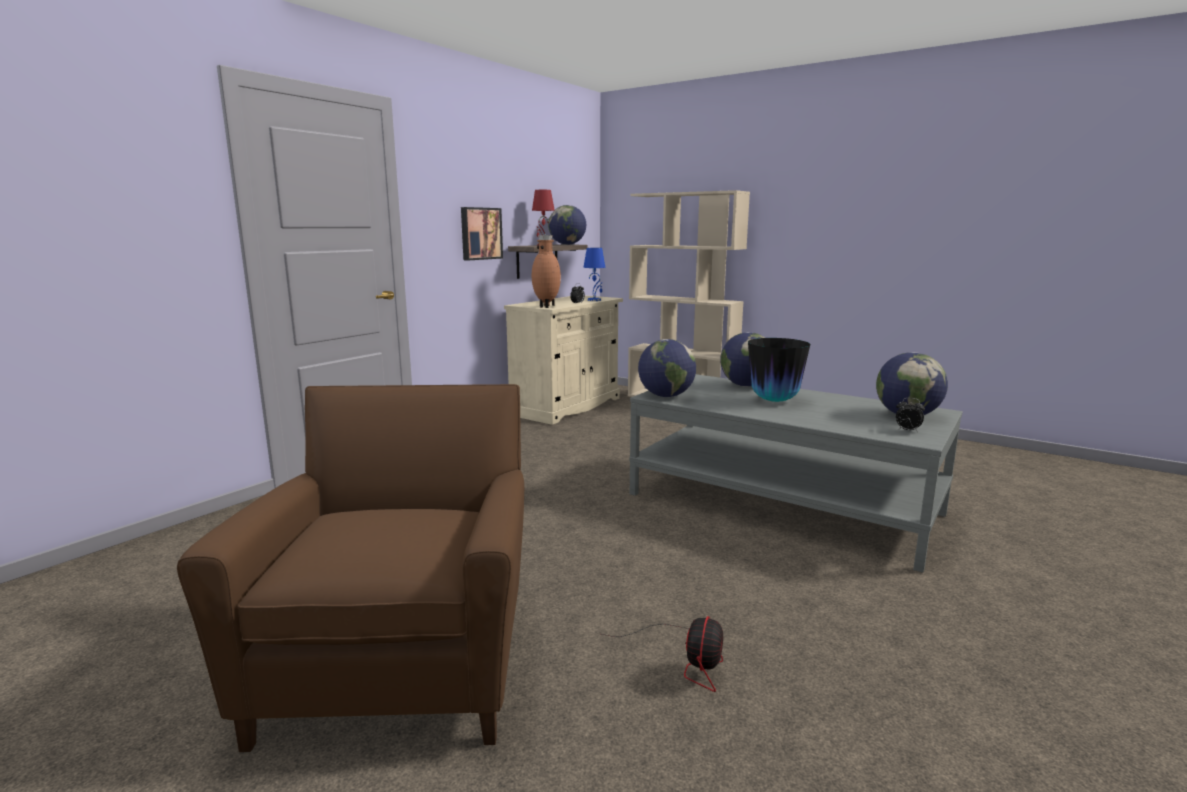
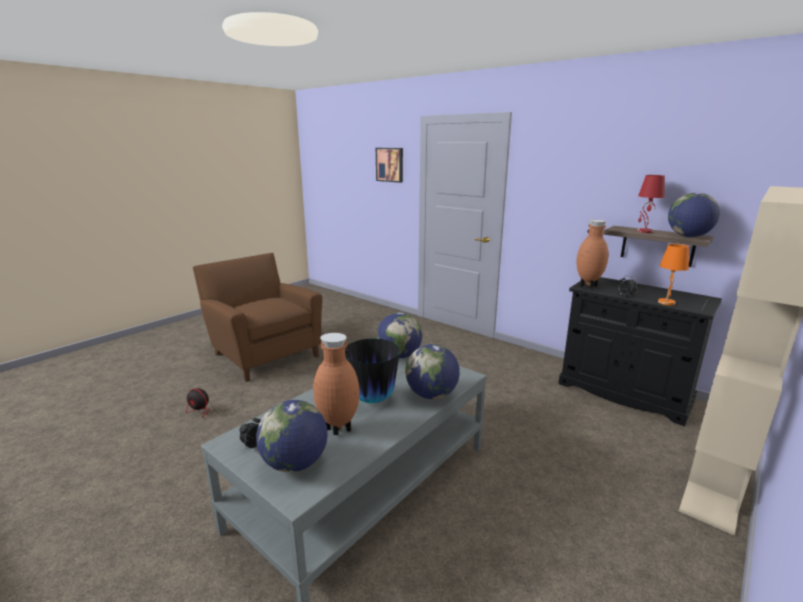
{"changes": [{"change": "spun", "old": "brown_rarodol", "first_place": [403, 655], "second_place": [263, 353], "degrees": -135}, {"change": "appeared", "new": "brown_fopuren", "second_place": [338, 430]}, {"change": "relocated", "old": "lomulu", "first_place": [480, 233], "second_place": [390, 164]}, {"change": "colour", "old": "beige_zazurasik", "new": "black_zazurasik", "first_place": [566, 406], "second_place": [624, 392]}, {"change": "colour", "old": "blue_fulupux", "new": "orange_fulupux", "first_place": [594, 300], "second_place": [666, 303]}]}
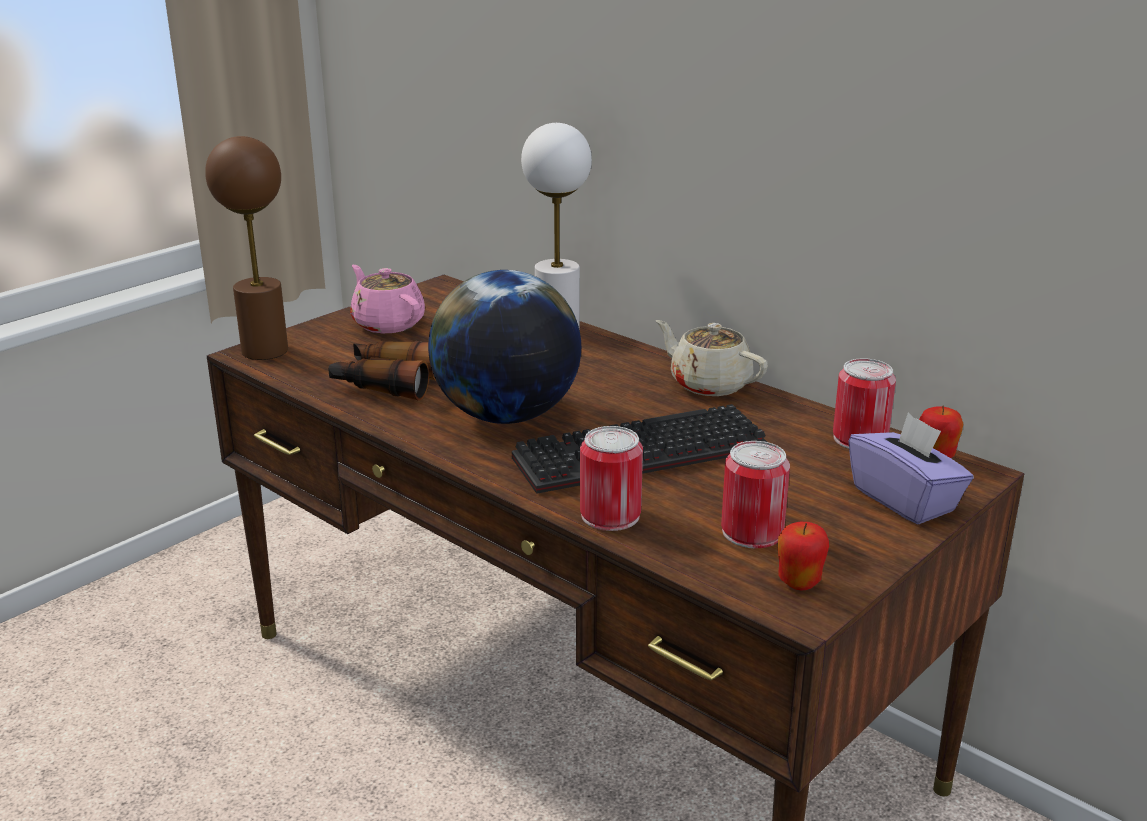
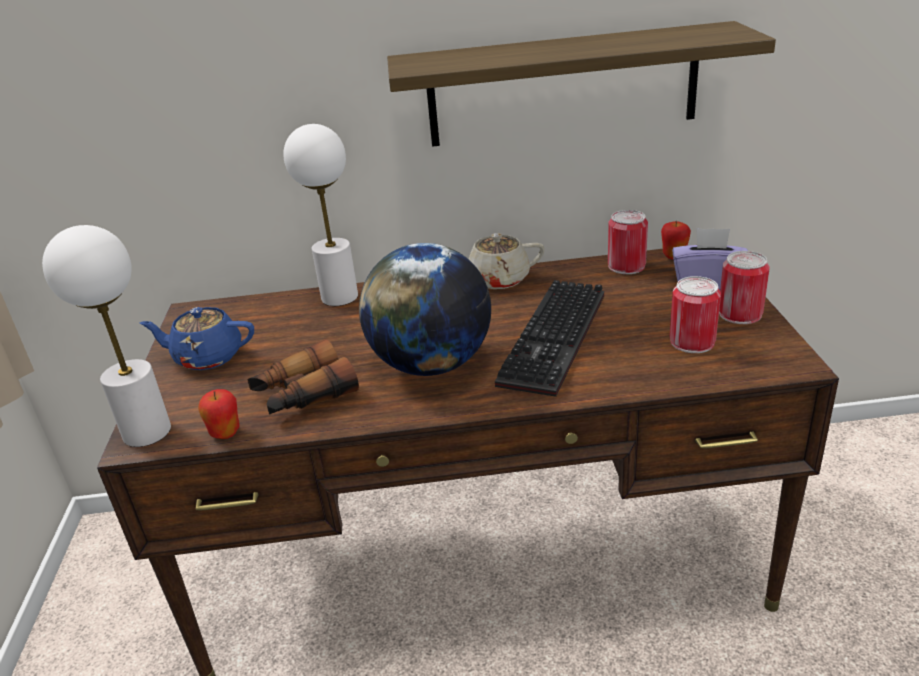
{"changes": [{"change": "colour", "old": "brown_fulupux", "new": "white_fulupux", "first_place": [264, 350], "second_place": [146, 432]}, {"change": "colour", "old": "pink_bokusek", "new": "blue_bokusek", "first_place": [387, 323], "second_place": [207, 357]}, {"change": "relocated", "old": "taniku", "first_place": [799, 582], "second_place": [225, 433]}, {"change": "appeared", "new": "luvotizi", "second_place": [563, 86]}, {"change": "relocated", "old": "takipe", "first_place": [610, 515], "second_place": [740, 313]}]}
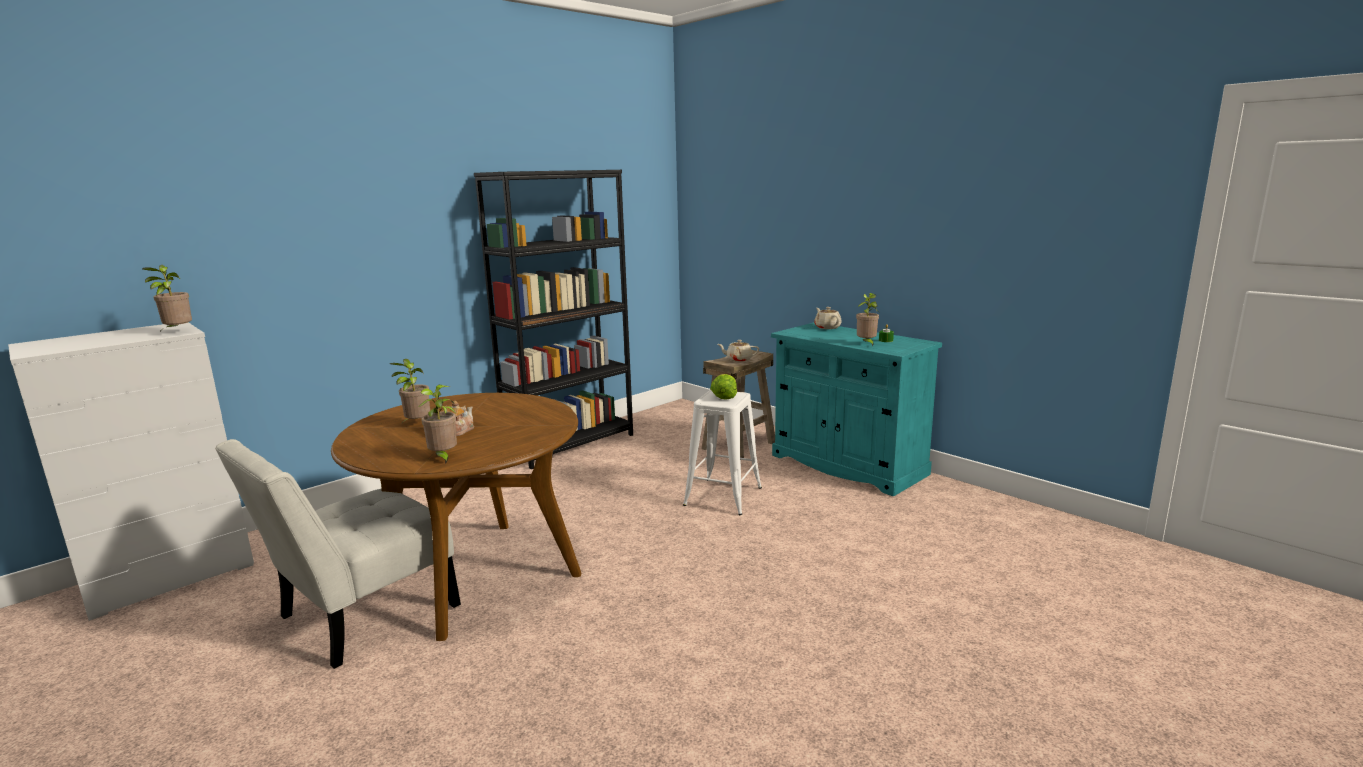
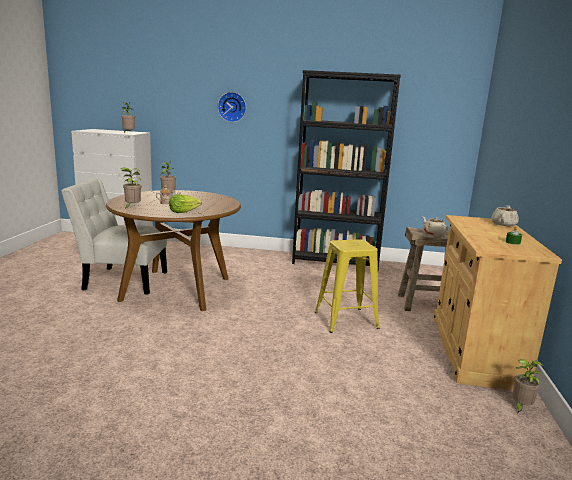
{"changes": [{"change": "relocated", "old": "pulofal", "first_place": [724, 396], "second_place": [183, 212]}, {"change": "appeared", "new": "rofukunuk", "second_place": [232, 107]}, {"change": "colour", "old": "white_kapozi", "new": "yellow_kapozi", "first_place": [723, 496], "second_place": [346, 320]}, {"change": "colour", "old": "turquoise_zazurasik", "new": "beige_zazurasik", "first_place": [847, 465], "second_place": [474, 350]}, {"change": "relocated", "old": "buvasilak", "first_place": [866, 344], "second_place": [520, 407]}]}
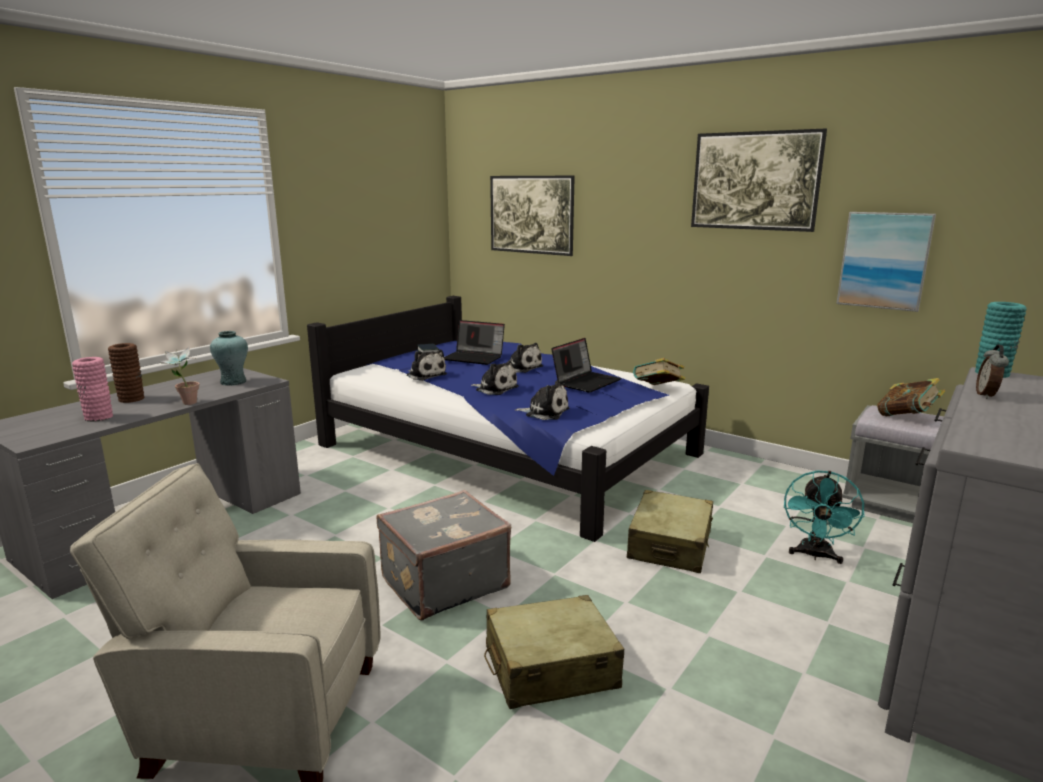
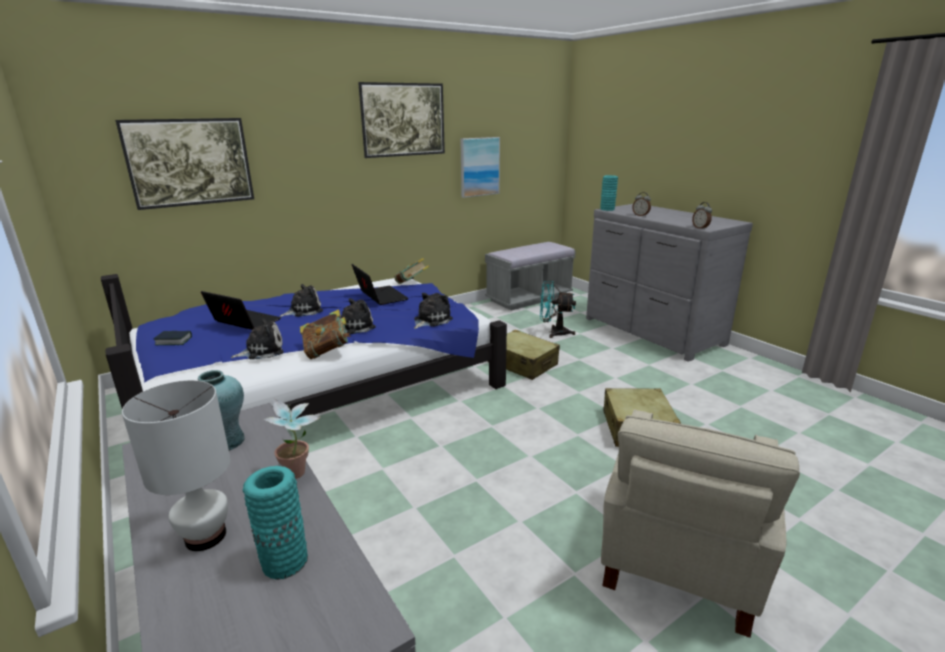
{"changes": [{"change": "exchanged", "old": "brown_fopuren", "new": "white_fulupux", "first_place": [131, 399], "second_place": [206, 536]}, {"change": "spun", "old": "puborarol", "first_place": [474, 358], "second_place": [243, 322], "degrees": -105}, {"change": "colour", "old": "pink_fopuren", "new": "turquoise_fopuren", "first_place": [98, 417], "second_place": [284, 562]}, {"change": "relocated", "old": "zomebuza", "first_place": [906, 418], "second_place": [327, 352]}, {"change": "spun", "old": "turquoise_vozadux", "first_place": [815, 555], "second_place": [553, 332], "degrees": 150}, {"change": "appeared", "new": "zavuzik", "second_place": [700, 228]}, {"change": "missing", "old": "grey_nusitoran", "first_place": [443, 582]}]}
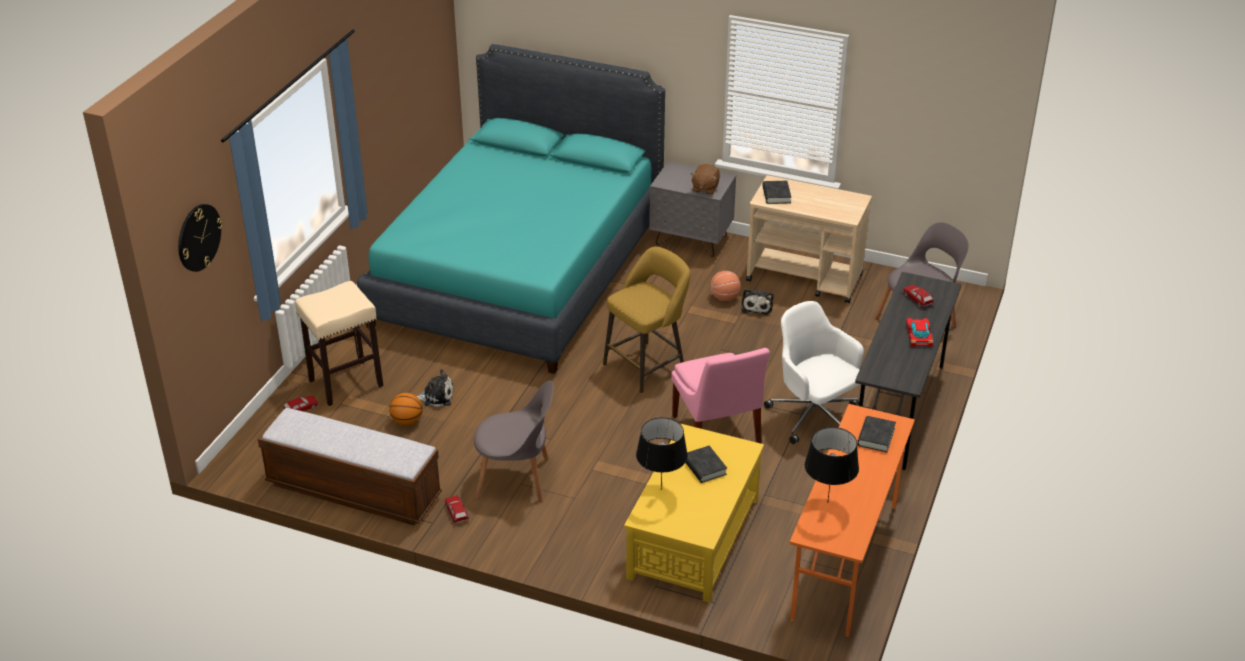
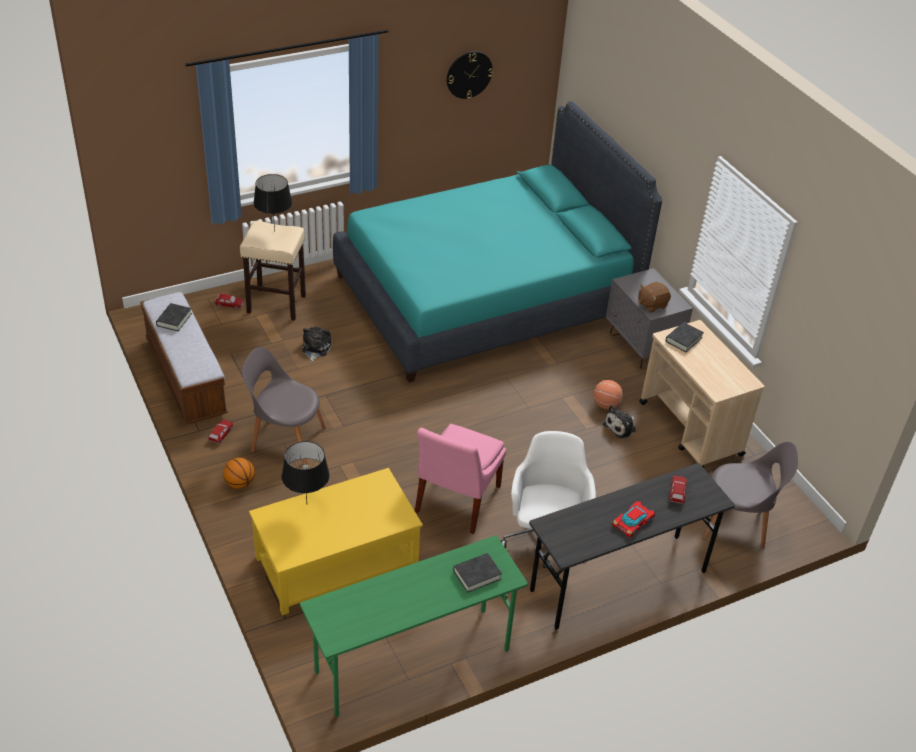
{"changes": [{"change": "relocated", "old": "black_zomebuza", "first_place": [704, 467], "second_place": [174, 319]}, {"change": "relocated", "old": "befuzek", "first_place": [407, 421], "second_place": [240, 484]}, {"change": "spun", "old": "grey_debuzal", "first_place": [516, 479], "second_place": [285, 438], "degrees": 150}, {"change": "relocated", "old": "black_fulupux", "first_place": [827, 502], "second_place": [274, 231]}, {"change": "colour", "old": "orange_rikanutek", "new": "green_rikanutek", "first_place": [845, 562], "second_place": [412, 662]}, {"change": "spun", "old": "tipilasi", "first_place": [436, 396], "second_place": [315, 348], "degrees": -120}, {"change": "relocated", "old": "rofukunuk", "first_place": [198, 237], "second_place": [469, 74]}, {"change": "missing", "old": "yellow_kapozi", "first_place": [647, 366]}]}
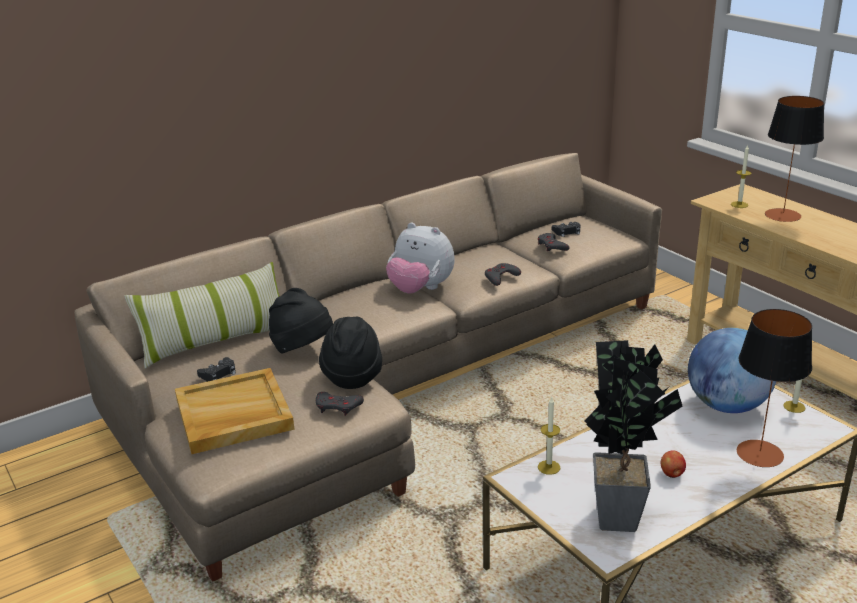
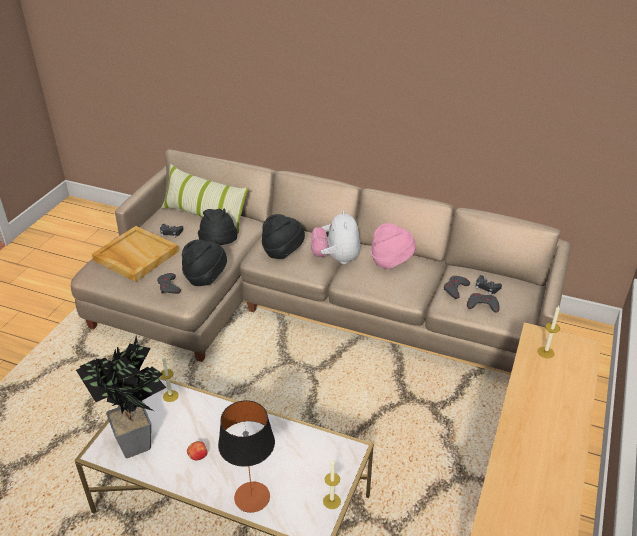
{"changes": [{"change": "appeared", "new": "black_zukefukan", "second_place": [283, 251]}, {"change": "appeared", "new": "pink_zukefukan", "second_place": [391, 262]}, {"change": "relocated", "old": "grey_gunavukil", "first_place": [501, 277], "second_place": [482, 305]}, {"change": "missing", "old": "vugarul", "first_place": [727, 405]}, {"change": "missing", "old": "fulupux", "first_place": [783, 215]}]}
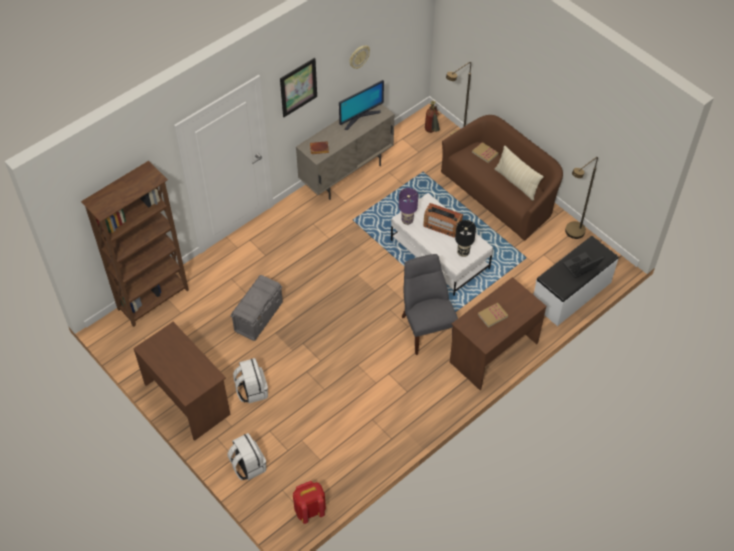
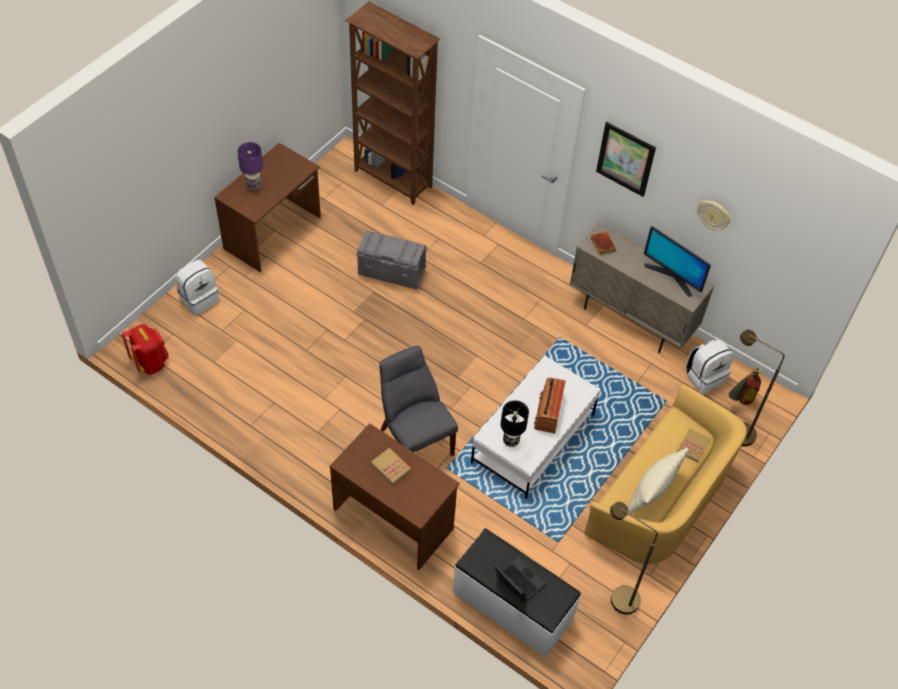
{"changes": [{"change": "relocated", "old": "purple_fulupux", "first_place": [407, 221], "second_place": [253, 185]}, {"change": "spun", "old": "grey_debuzal", "first_place": [426, 327], "second_place": [414, 439], "degrees": -90}, {"change": "colour", "old": "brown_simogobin", "new": "yellow_simogobin", "first_place": [501, 193], "second_place": [661, 498]}, {"change": "relocated", "old": "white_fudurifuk", "first_place": [251, 390], "second_place": [704, 377]}]}
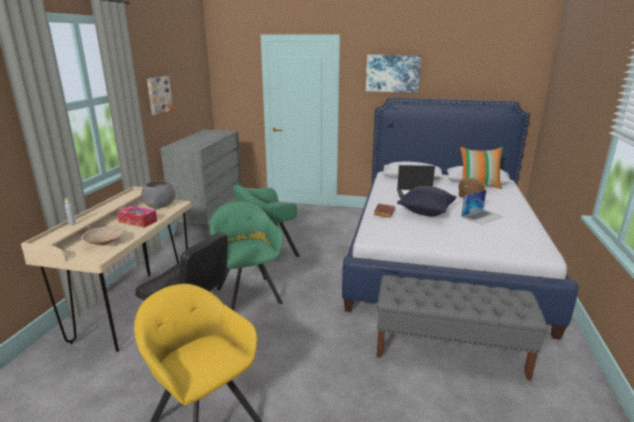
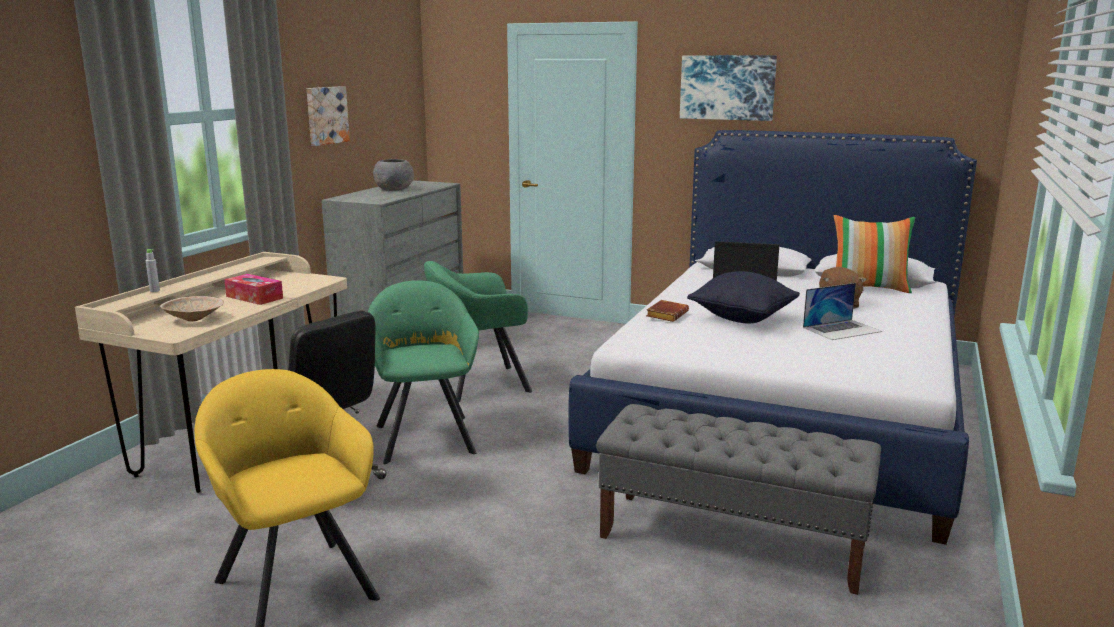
{"changes": [{"change": "relocated", "old": "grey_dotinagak", "first_place": [160, 205], "second_place": [394, 189]}]}
